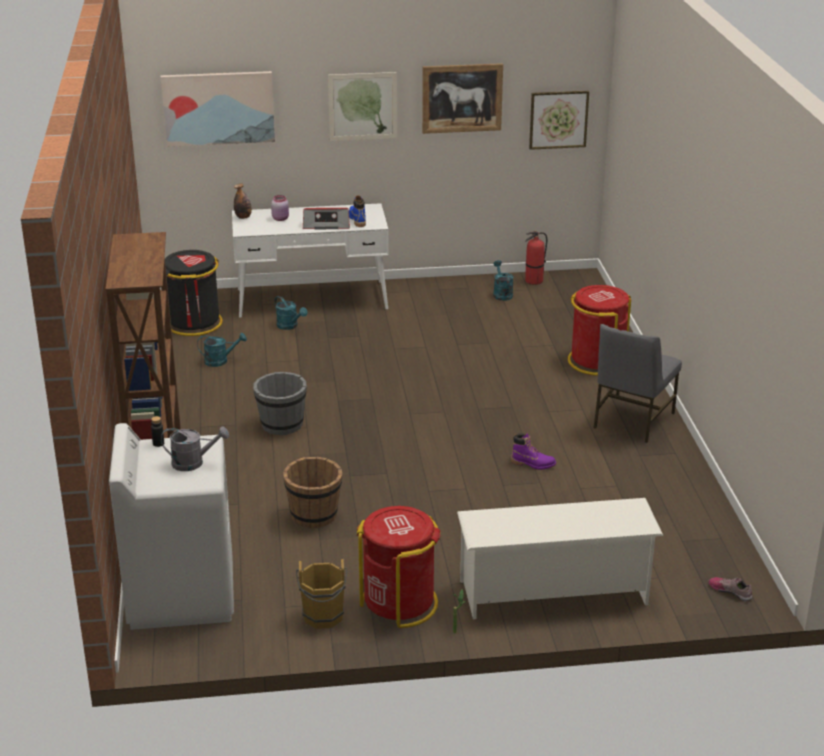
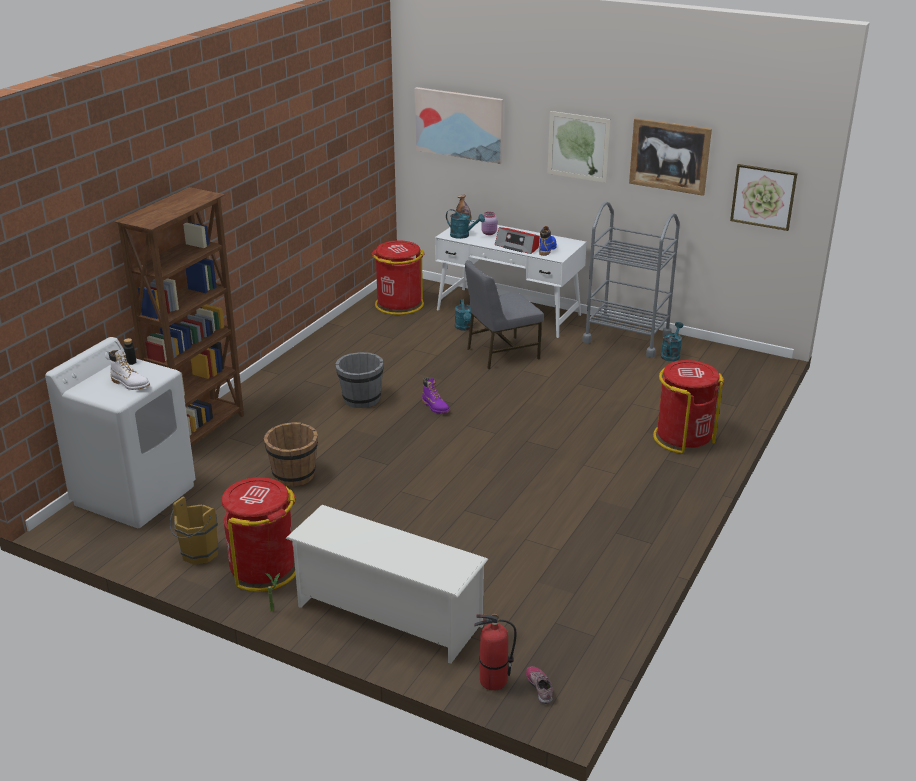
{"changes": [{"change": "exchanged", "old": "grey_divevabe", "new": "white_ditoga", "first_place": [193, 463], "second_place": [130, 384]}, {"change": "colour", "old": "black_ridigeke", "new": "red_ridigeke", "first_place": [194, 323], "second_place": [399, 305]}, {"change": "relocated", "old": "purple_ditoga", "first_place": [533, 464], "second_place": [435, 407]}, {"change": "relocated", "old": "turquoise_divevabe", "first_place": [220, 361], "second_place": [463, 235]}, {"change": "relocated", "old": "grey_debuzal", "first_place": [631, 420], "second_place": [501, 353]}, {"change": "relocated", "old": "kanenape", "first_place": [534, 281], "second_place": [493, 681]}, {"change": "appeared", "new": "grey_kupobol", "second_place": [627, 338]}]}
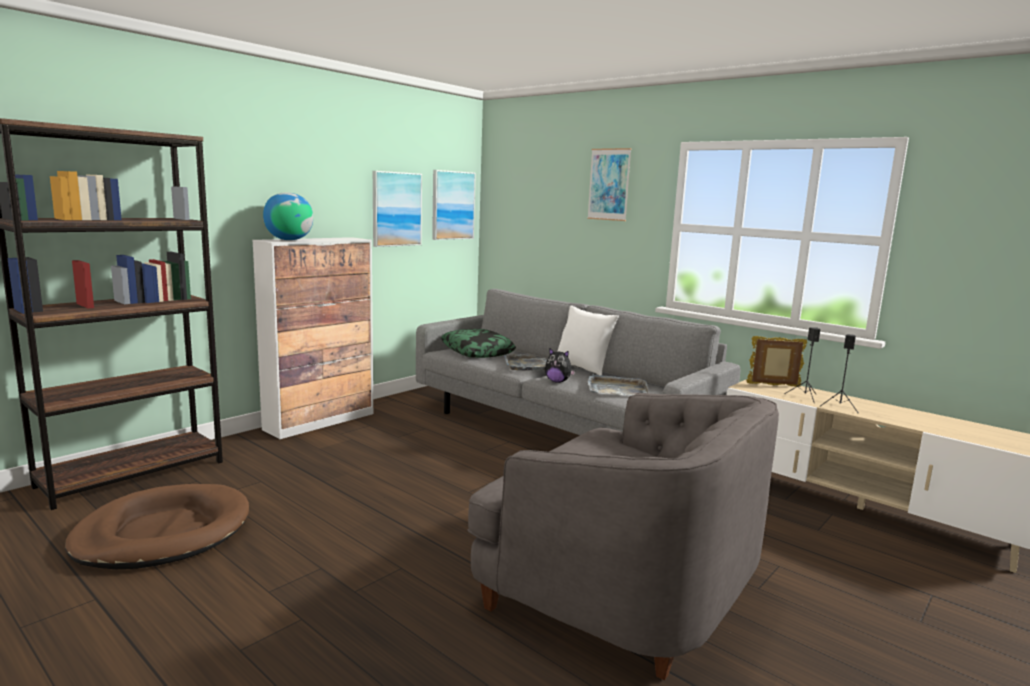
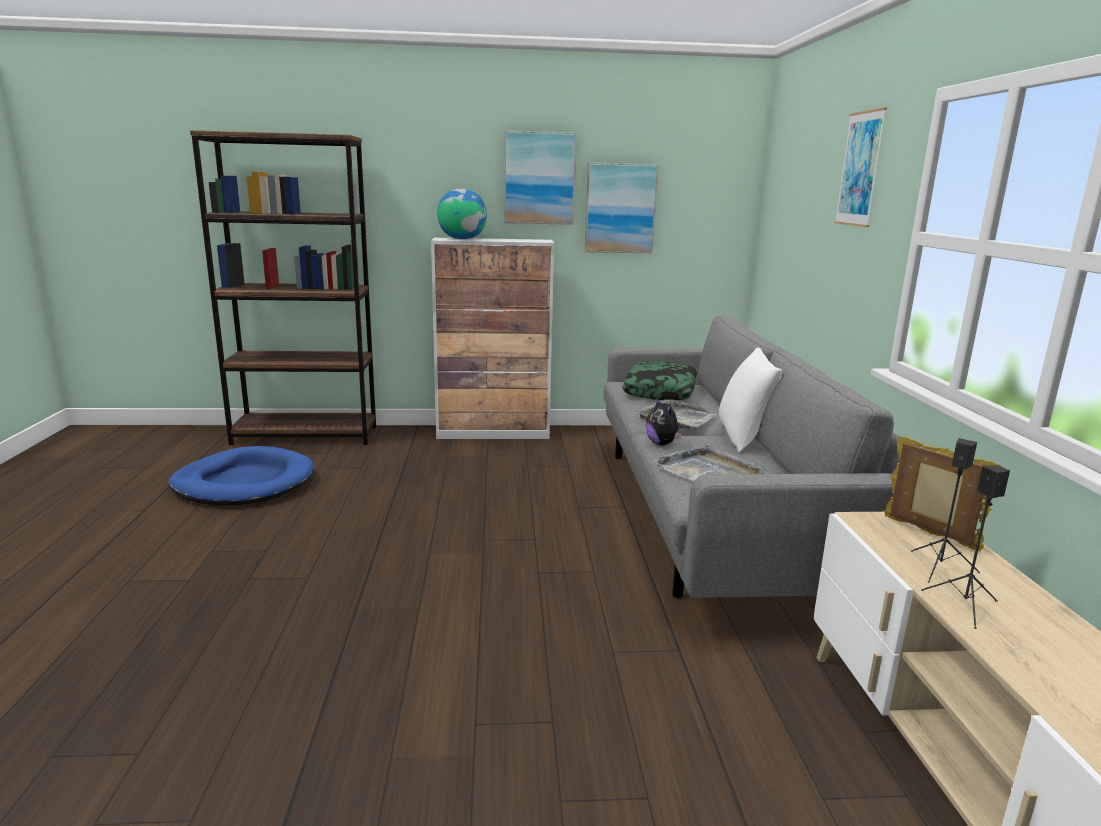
{"changes": [{"change": "colour", "old": "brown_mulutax", "new": "blue_mulutax", "first_place": [163, 532], "second_place": [244, 483]}, {"change": "relocated", "old": "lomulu", "first_place": [452, 205], "second_place": [539, 178]}, {"change": "missing", "old": "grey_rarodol", "first_place": [622, 587]}]}
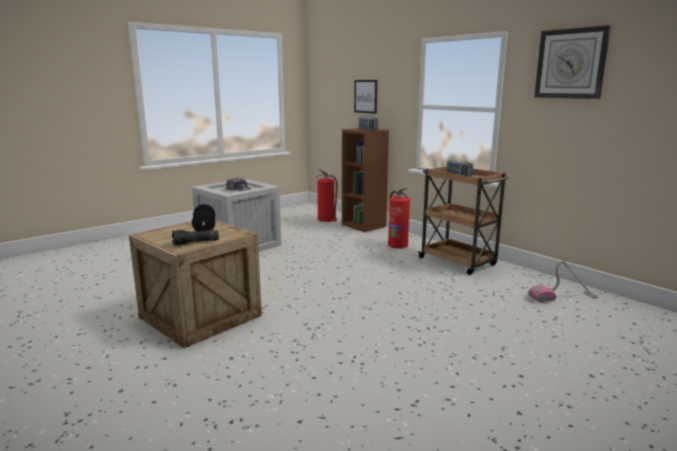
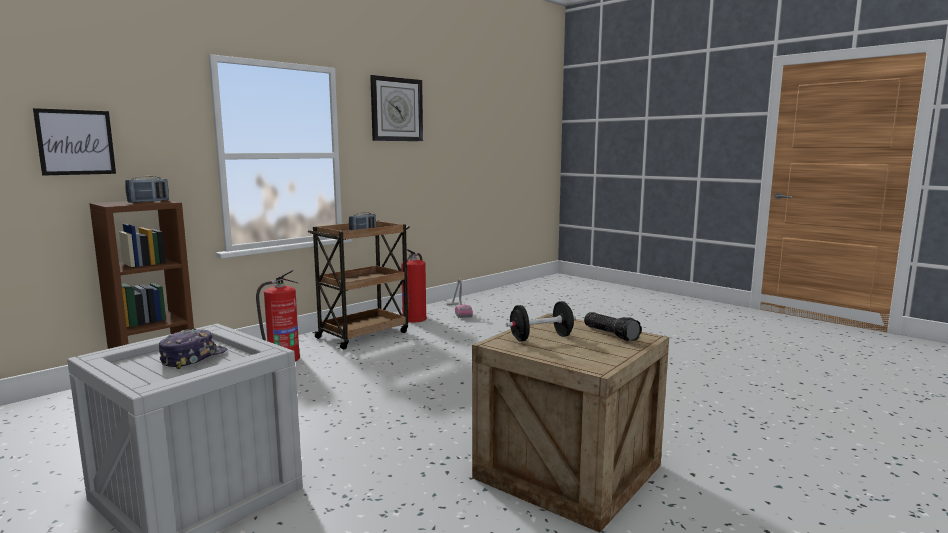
{"changes": [{"change": "relocated", "old": "kanenape", "first_place": [326, 219], "second_place": [415, 318]}]}
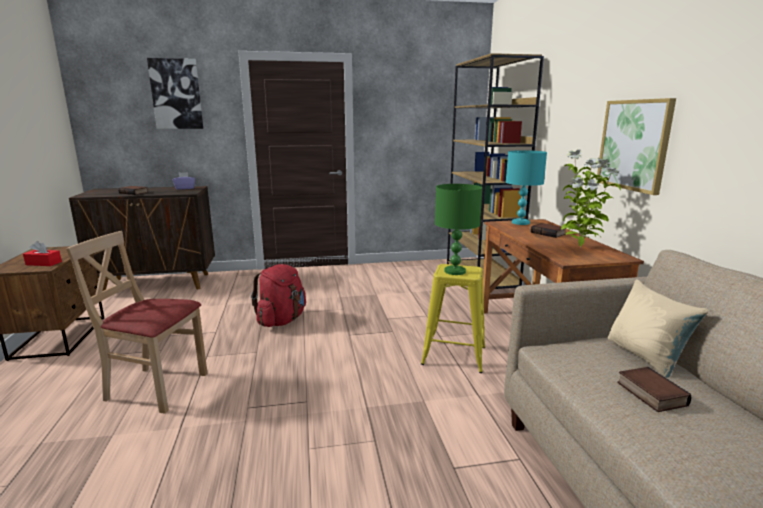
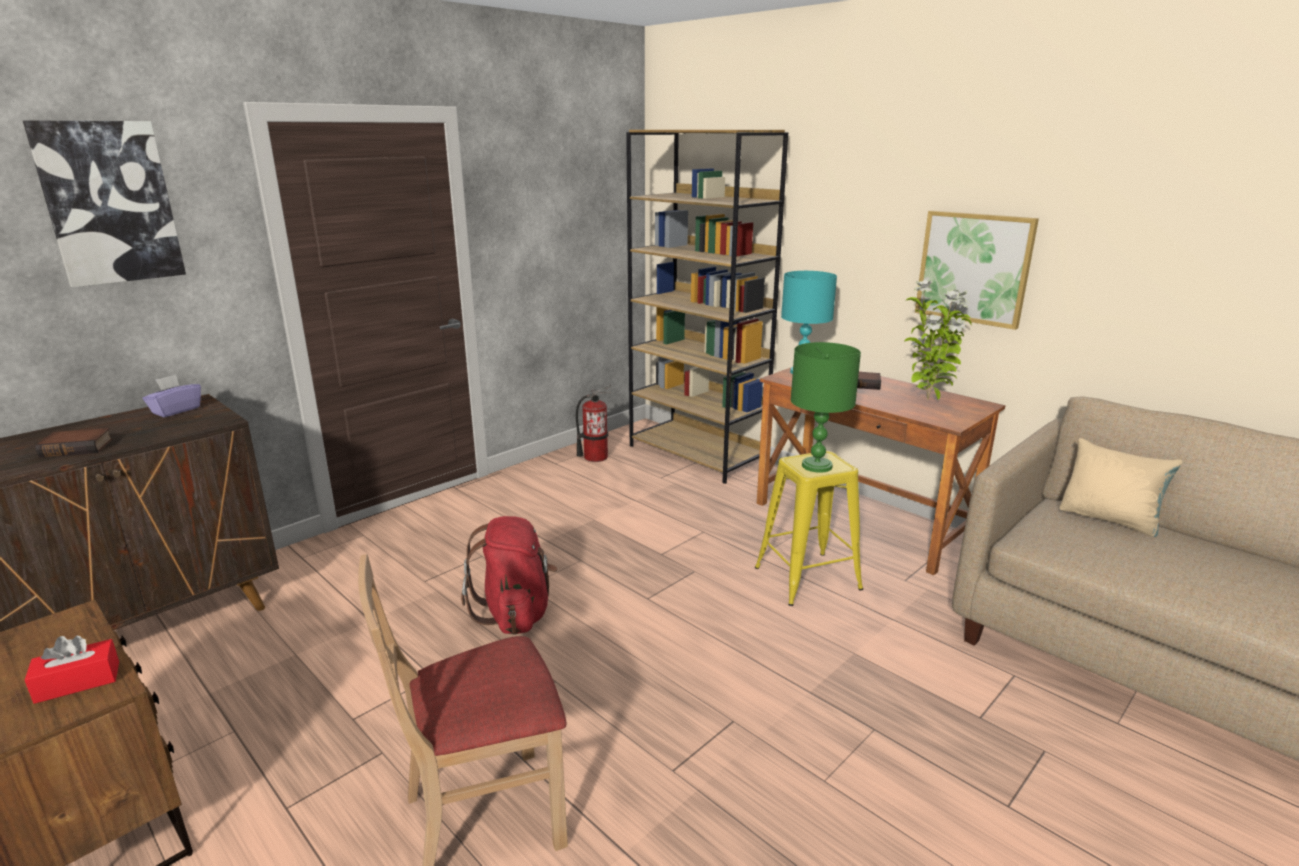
{"changes": [{"change": "appeared", "new": "kanenape", "second_place": [595, 457]}, {"change": "missing", "old": "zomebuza", "first_place": [649, 393]}]}
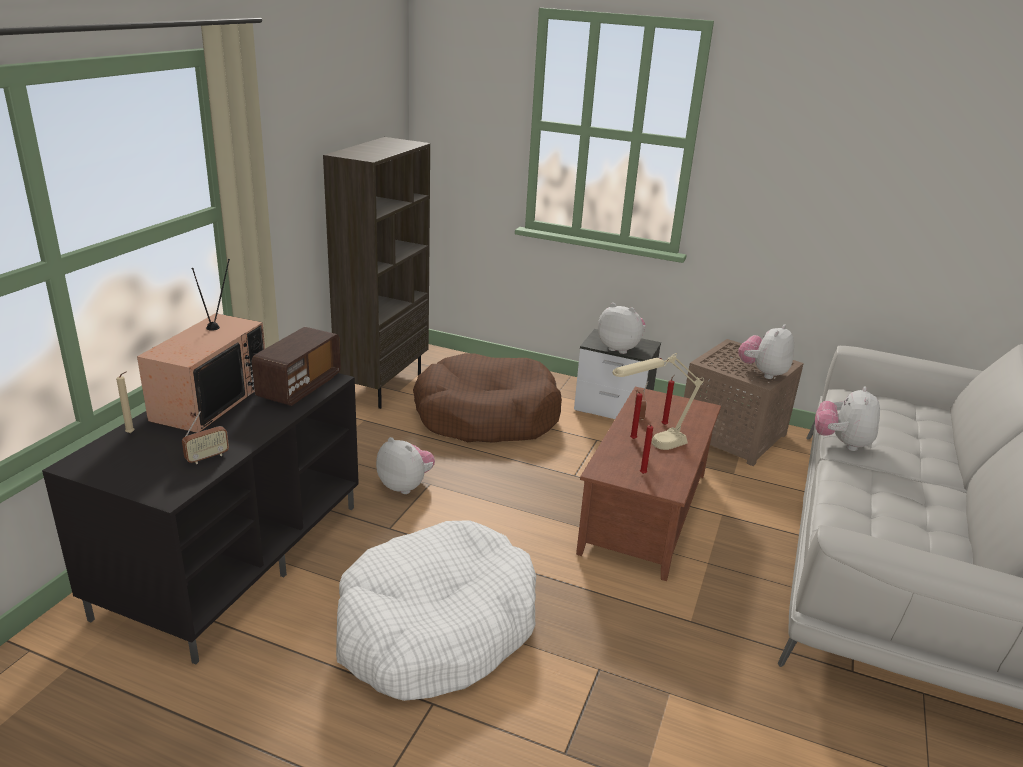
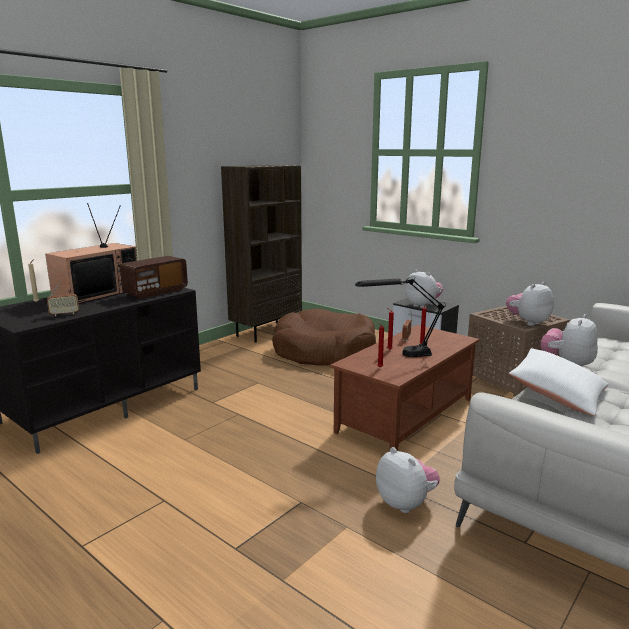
{"changes": [{"change": "colour", "old": "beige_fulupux", "new": "black_fulupux", "first_place": [650, 448], "second_place": [398, 355]}, {"change": "relocated", "old": "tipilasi", "first_place": [405, 486], "second_place": [406, 503]}, {"change": "appeared", "new": "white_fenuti", "second_place": [557, 395]}, {"change": "missing", "old": "white_mulutax", "first_place": [436, 628]}]}
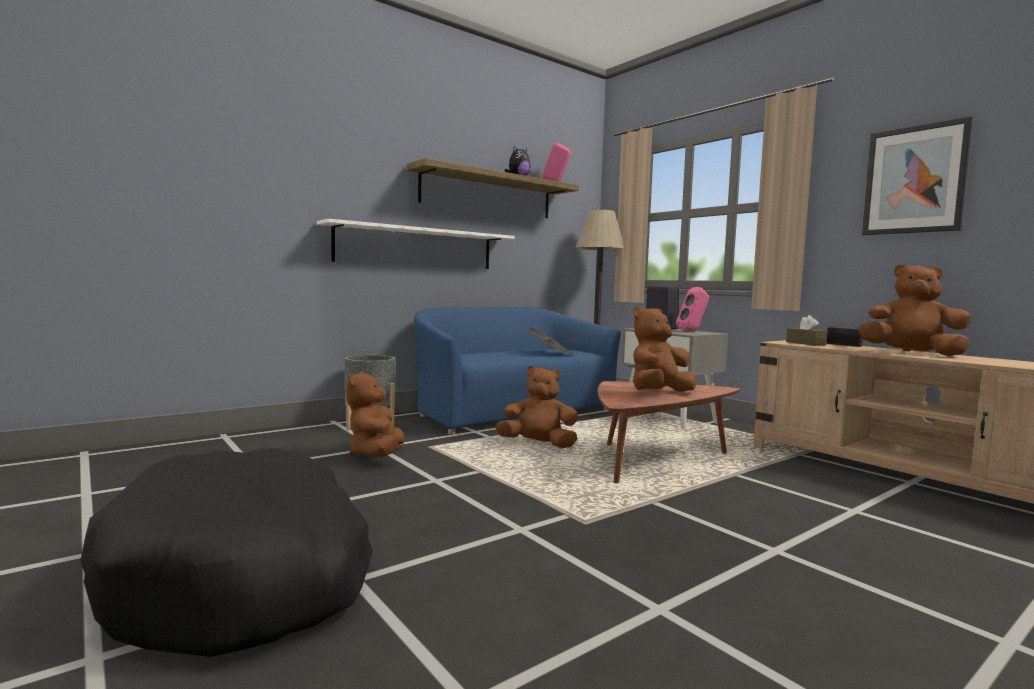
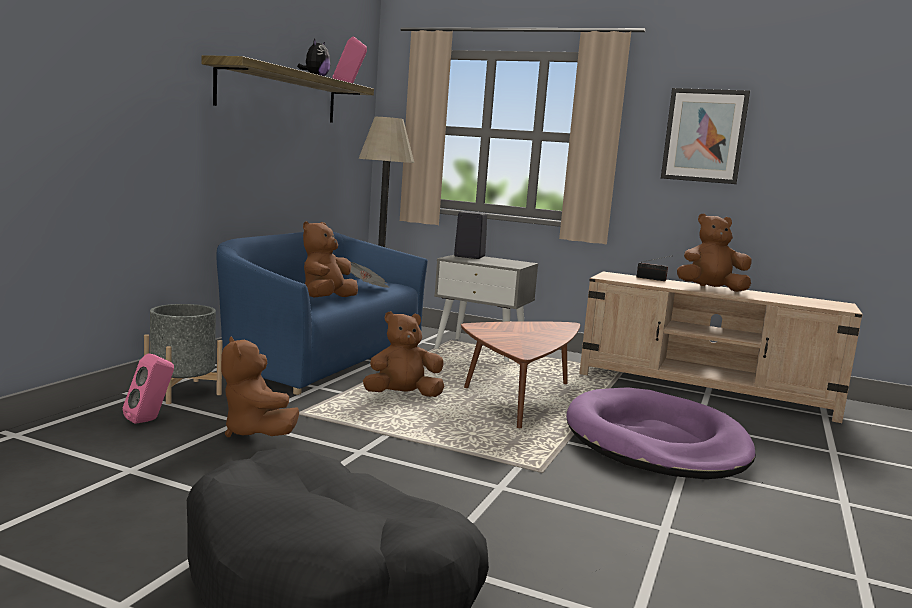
{"changes": [{"change": "relocated", "old": "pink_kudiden", "first_place": [692, 331], "second_place": [150, 420]}, {"change": "relocated", "old": "brown_tipilasi", "first_place": [658, 393], "second_place": [326, 300]}, {"change": "appeared", "new": "purple_mulutax", "second_place": [655, 442]}, {"change": "missing", "old": "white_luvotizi", "first_place": [417, 247]}, {"change": "missing", "old": "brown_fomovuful", "first_place": [805, 343]}]}
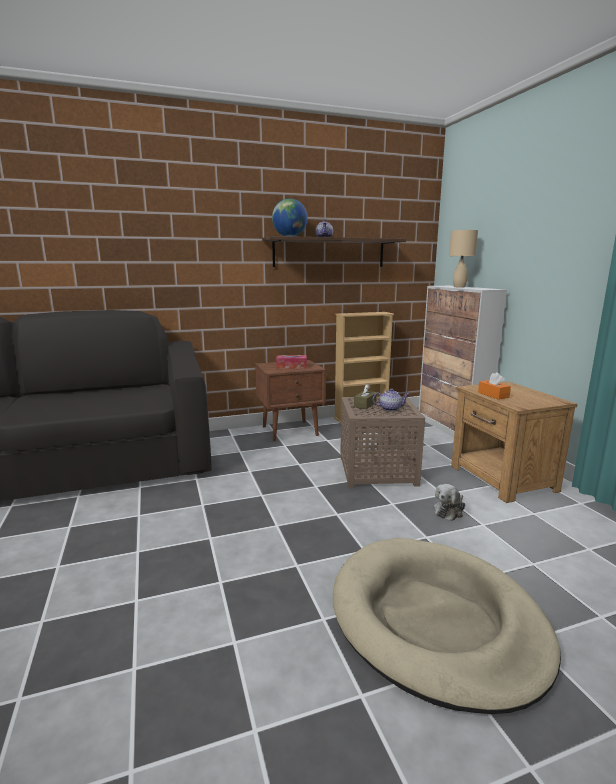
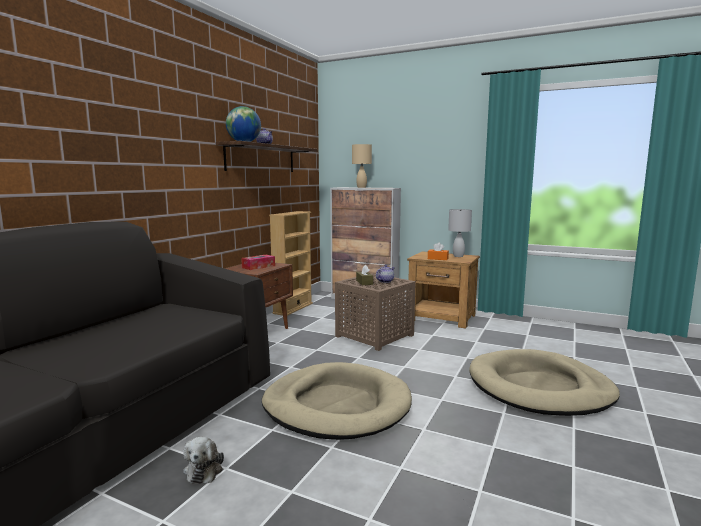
{"changes": [{"change": "relocated", "old": "tipilasi", "first_place": [449, 511], "second_place": [204, 469]}, {"change": "appeared", "new": "beige_mulutax", "second_place": [336, 405]}, {"change": "appeared", "new": "white_fulupux", "second_place": [458, 256]}]}
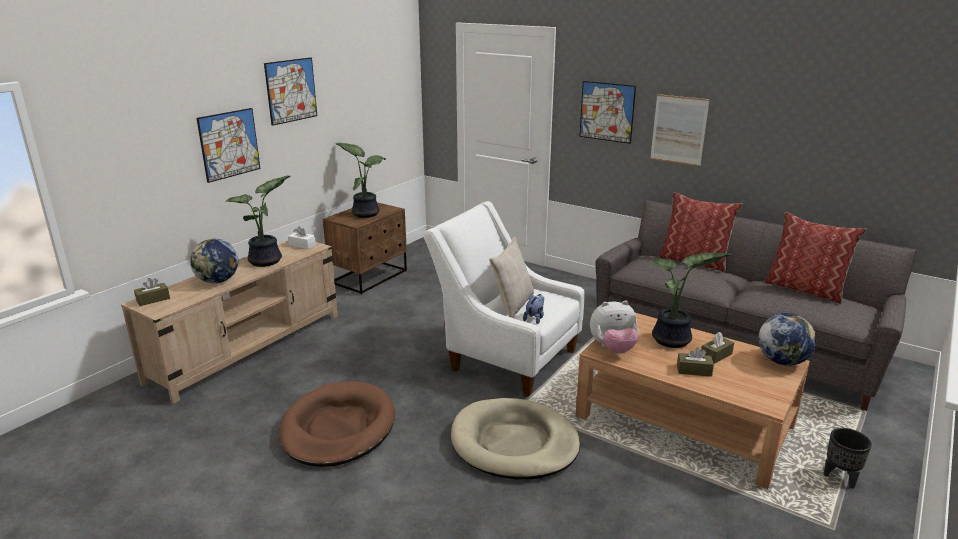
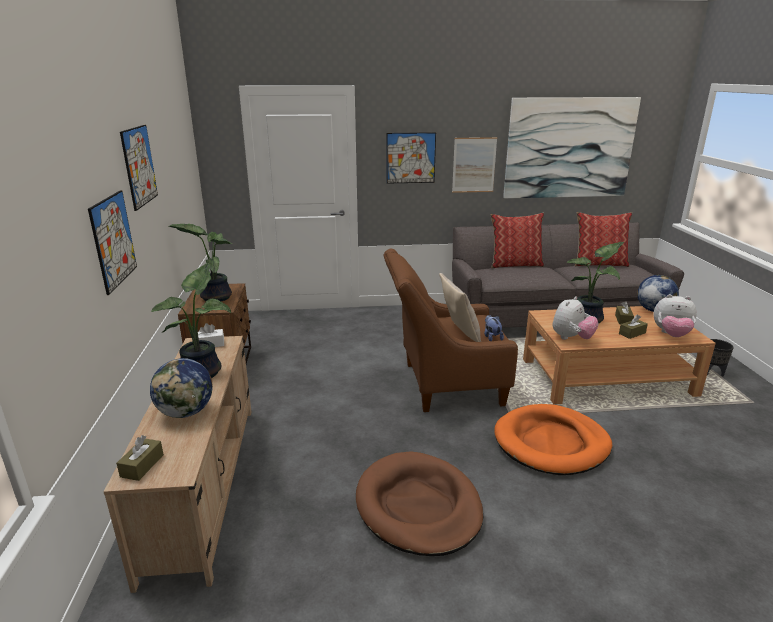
{"changes": [{"change": "colour", "old": "white_rarodol", "new": "brown_rarodol", "first_place": [505, 357], "second_place": [443, 384]}, {"change": "colour", "old": "beige_mulutax", "new": "orange_mulutax", "first_place": [514, 443], "second_place": [551, 443]}, {"change": "appeared", "new": "lomulu", "second_place": [569, 148]}, {"change": "appeared", "new": "tipilasi", "second_place": [671, 335]}]}
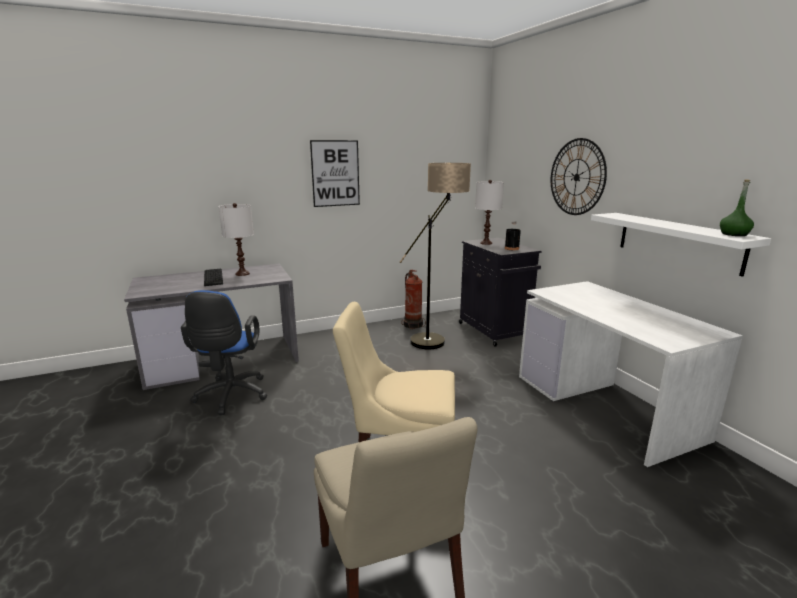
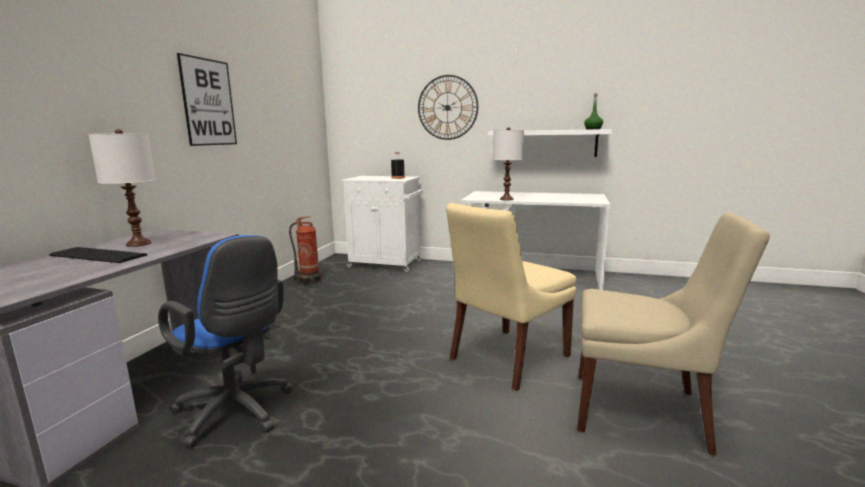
{"changes": [{"change": "colour", "old": "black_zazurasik", "new": "white_zazurasik", "first_place": [494, 331], "second_place": [386, 264]}, {"change": "relocated", "old": "white_fulupux", "first_place": [486, 243], "second_place": [506, 199]}, {"change": "missing", "old": "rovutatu", "first_place": [436, 338]}]}
